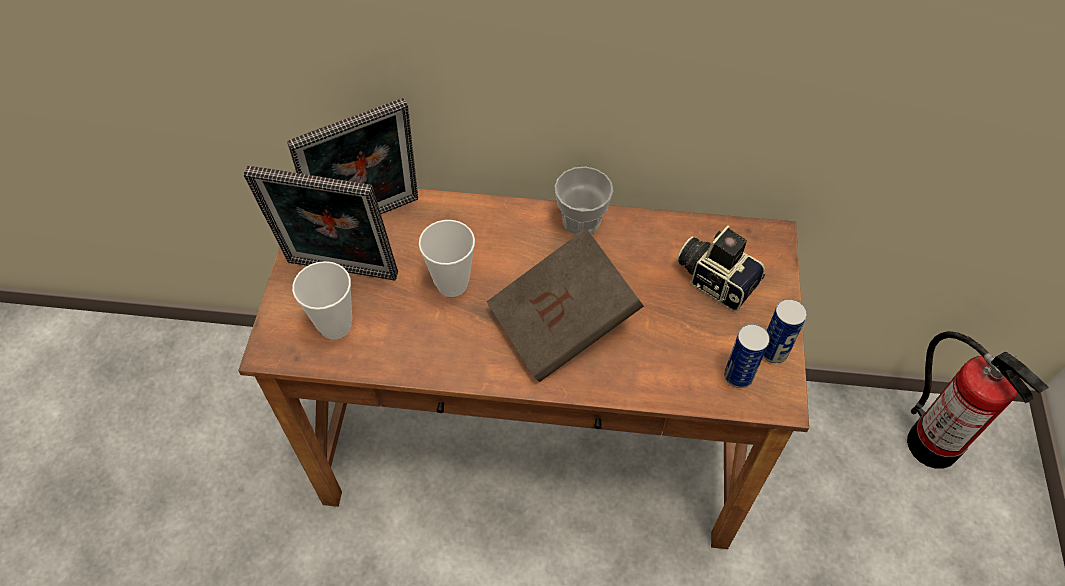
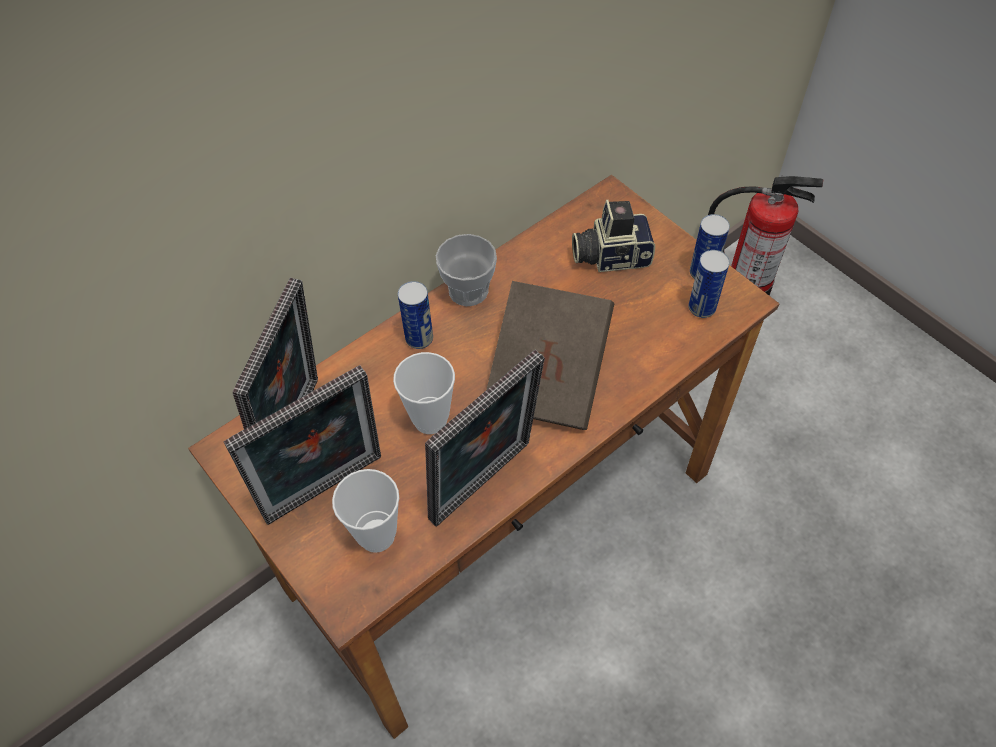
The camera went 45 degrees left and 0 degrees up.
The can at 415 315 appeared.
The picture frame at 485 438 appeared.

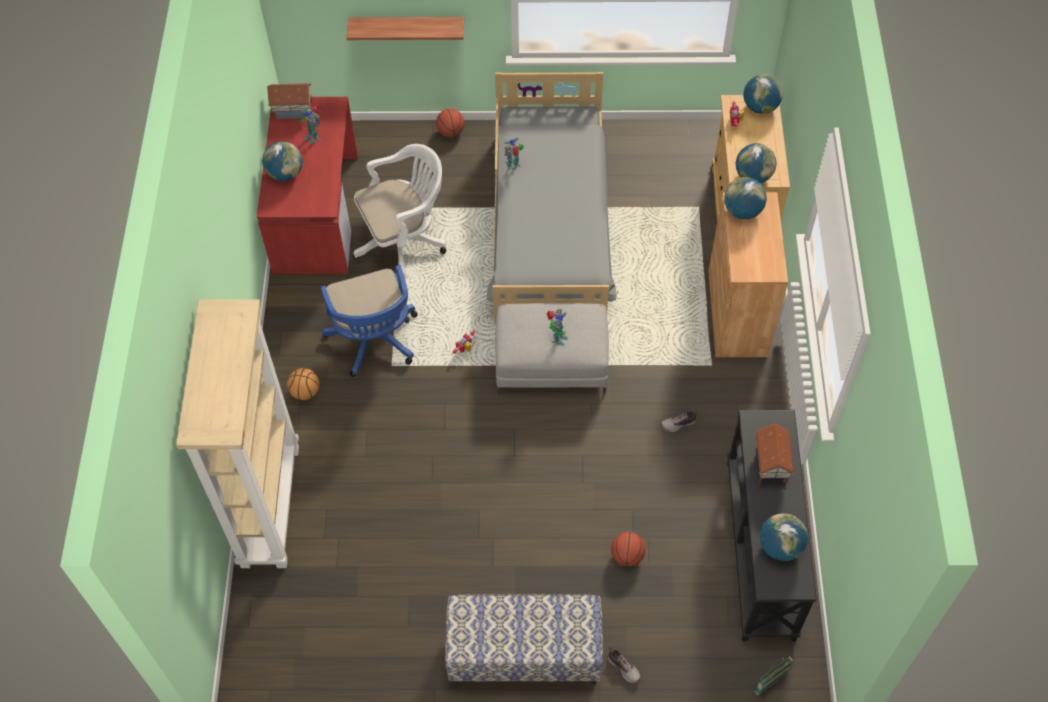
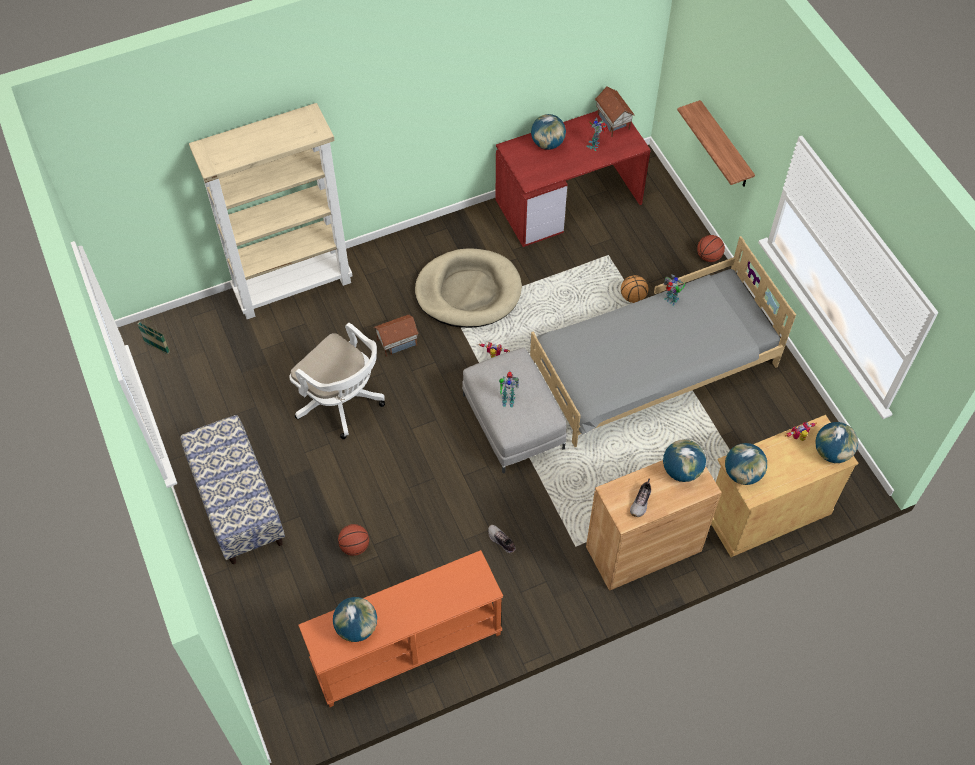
The camera went 65 degrees right and 0 degrees up.
The basketball moved from 303 384 to 634 289.
The white office chair moved from 399 211 to 337 381.
The shoe moved from 624 665 to 640 498.
The toy house moved from 774 454 to 396 336.
The basket moved from 774 676 to 153 336.
The blue office chair at 369 321 was replaced by the beige dog bed at 468 288.
The black console table at 772 525 became the orange console table at 400 628.

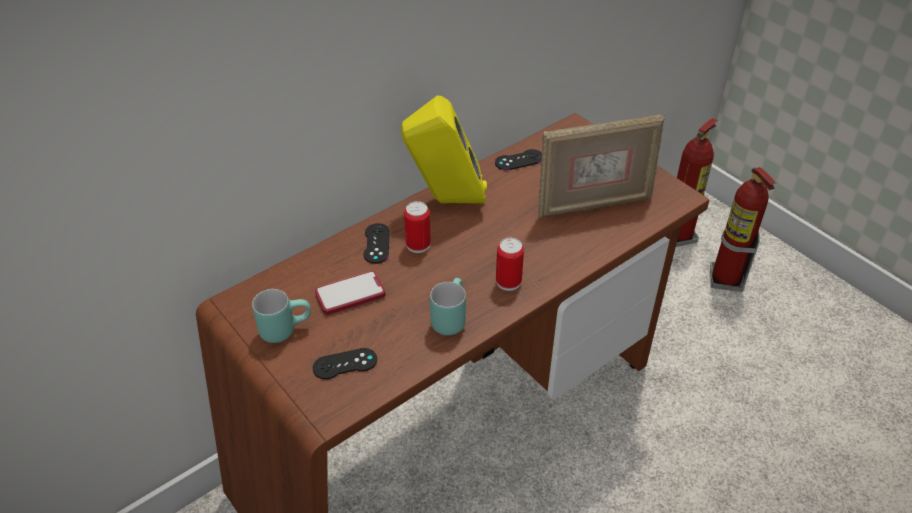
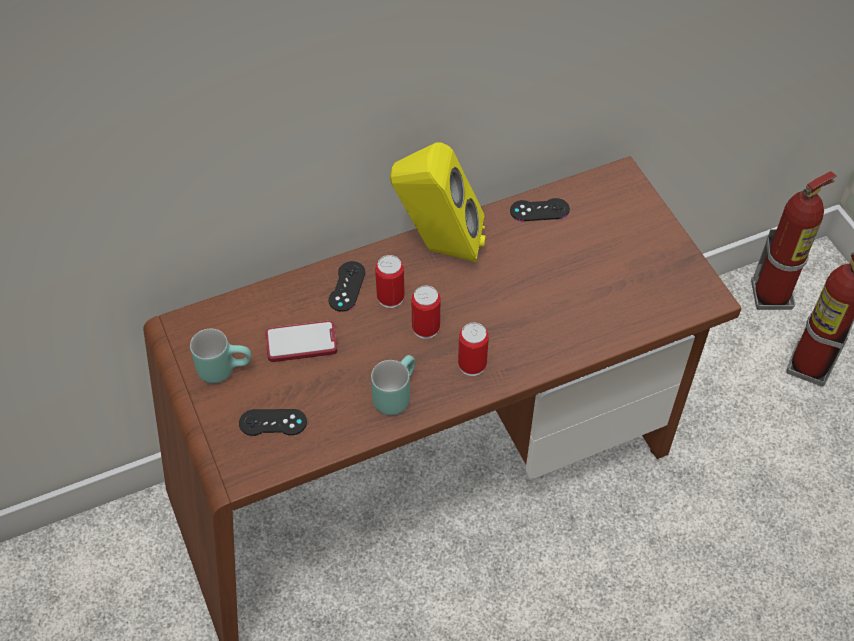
The camera went 15 degrees right and 10 degrees up.
The picture frame at 601 167 disappeared.
The can at 425 312 appeared.

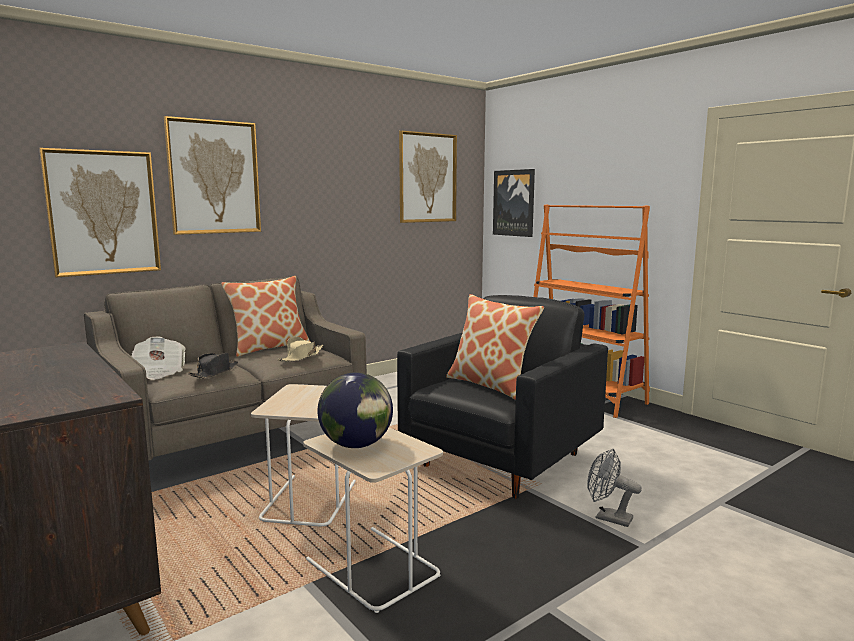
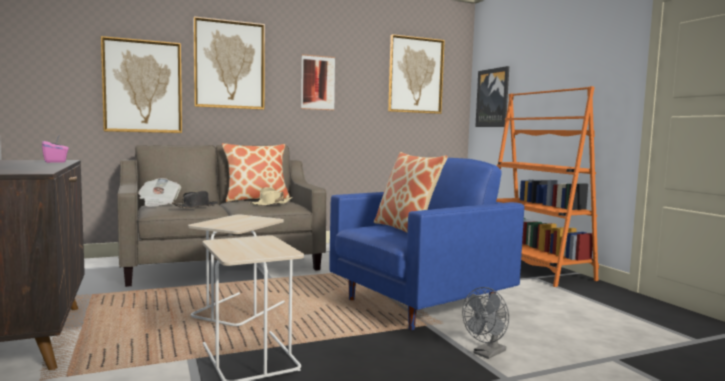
The camera went 15 degrees right and 5 degrees down.
The globe at 355 410 disappeared.
The pink tissue box at 55 149 appeared.
The picture at 318 82 appeared.
The black armchair at 502 397 became the blue armchair at 427 244.
The grey fan at 614 488 turned 90 degrees counterclockwise.

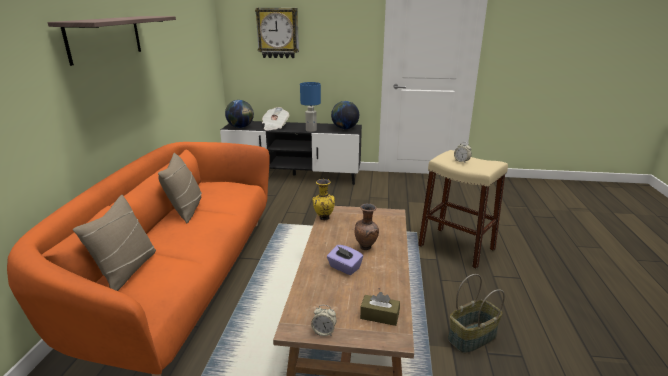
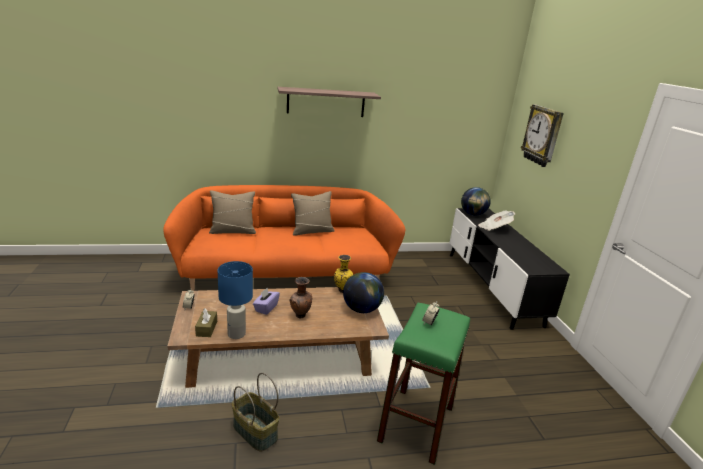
The camera went 70 degrees right and 0 degrees up.
The blue table lamp moved from 310 107 to 235 300.
The globe moved from 345 115 to 363 292.
The beige stool at 463 209 became the green stool at 423 383.

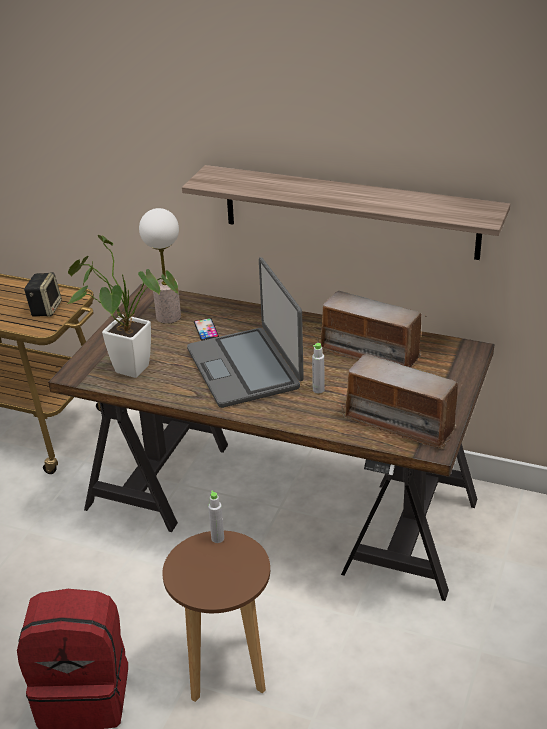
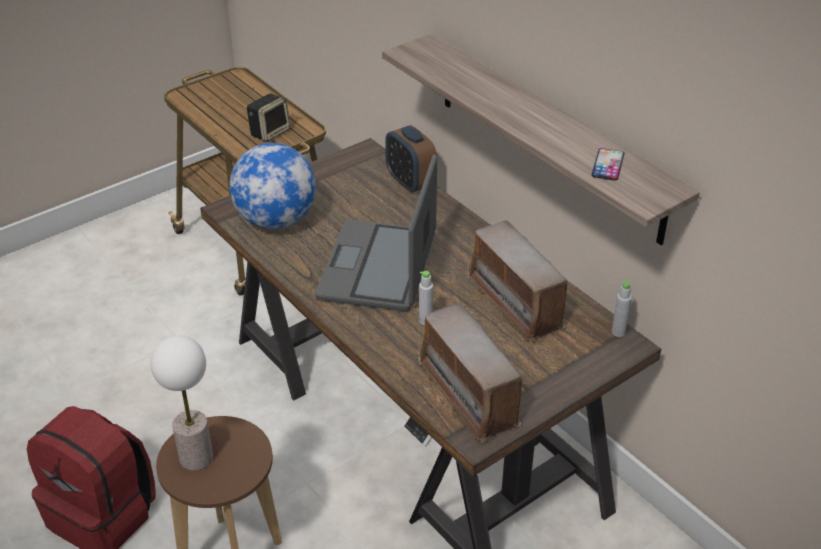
The camera went 30 degrees right and 5 degrees up.
The alarm clock at 411 159 appeared.
The table lamp moved from 160 266 to 181 403.
The phone moved from 206 329 to 608 164.
The grey bottle moved from 216 516 to 622 308.
The potted plant at 123 306 was replaced by the globe at 272 186.

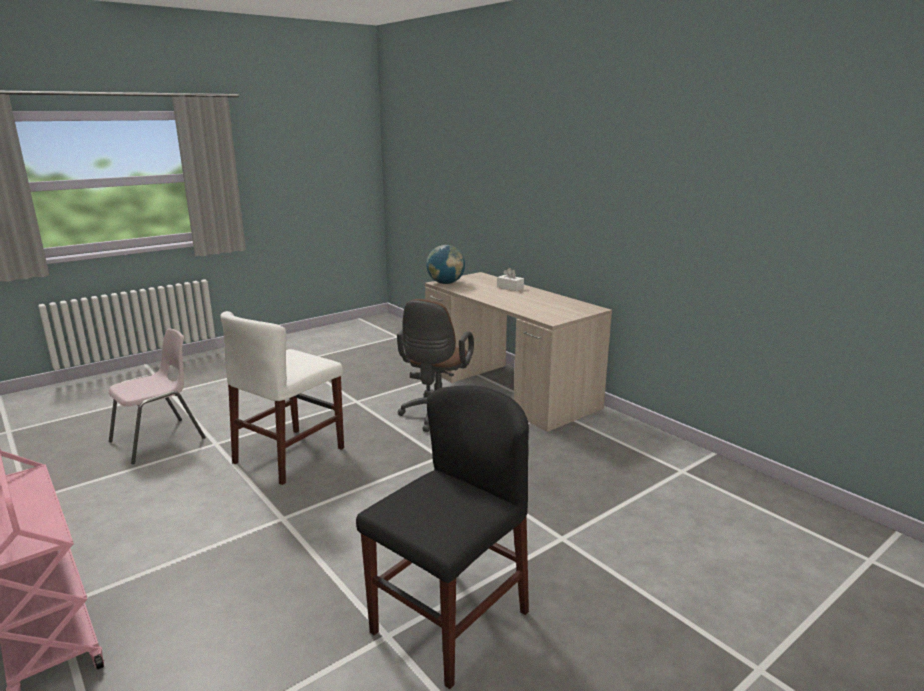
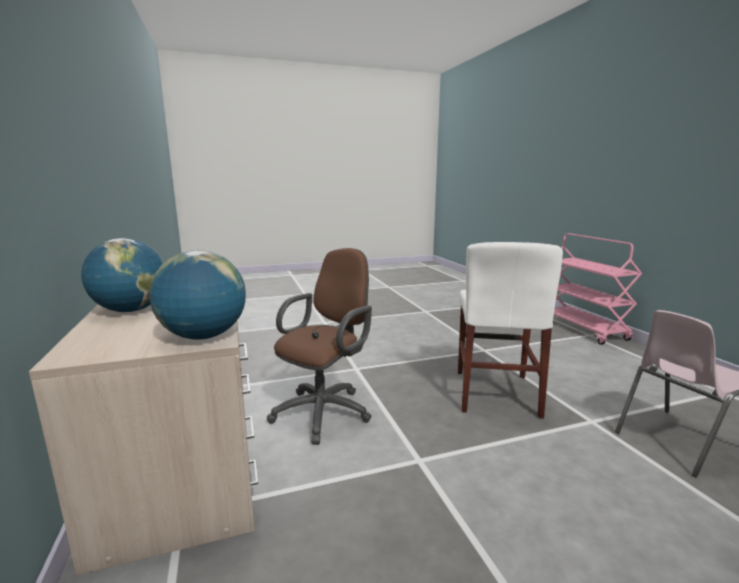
The camera went 160 degrees left and 5 degrees down.
The black chair at 442 537 disappeared.
The white tissue box at 510 279 was replaced by the globe at 122 275.
The white chair at 282 398 turned 135 degrees clockwise.

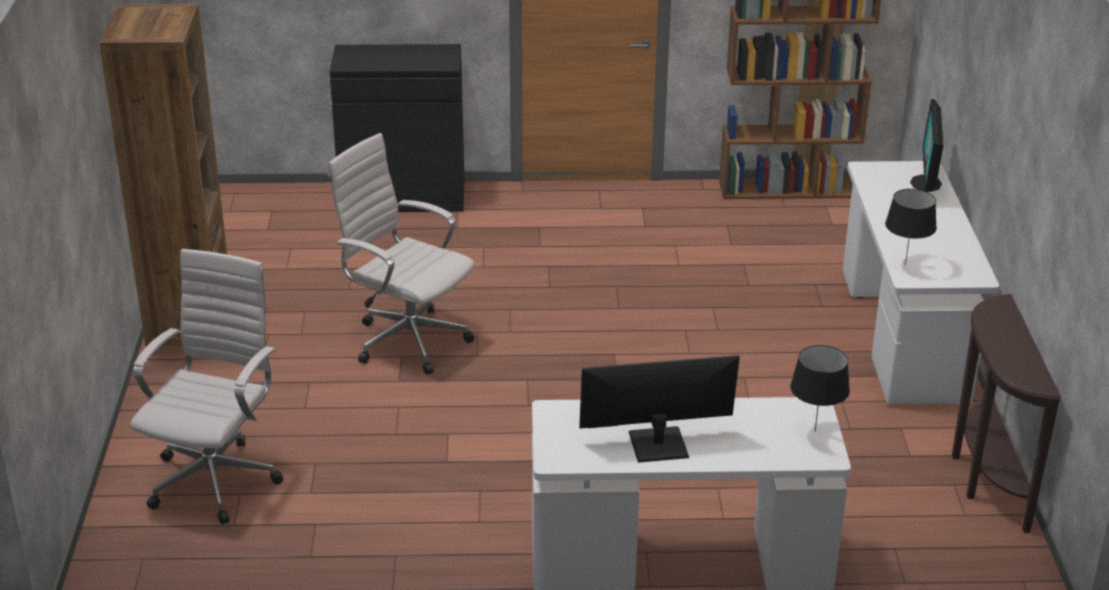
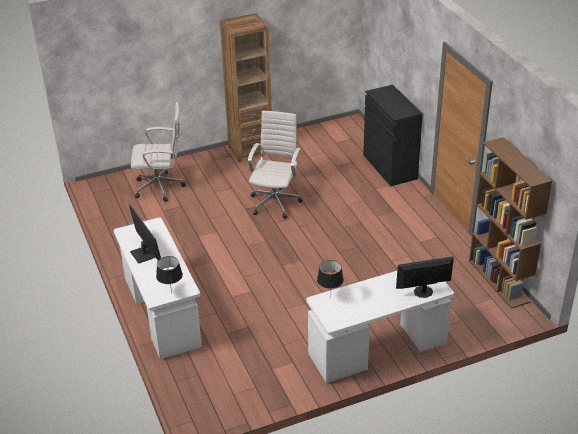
The camera went 70 degrees right and 5 degrees up.
The brown console table at 1006 413 disappeared.

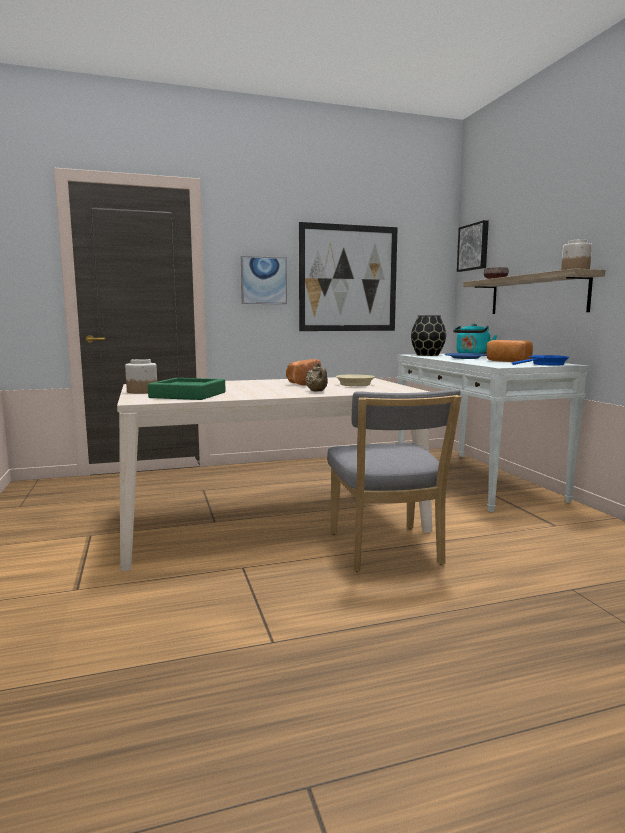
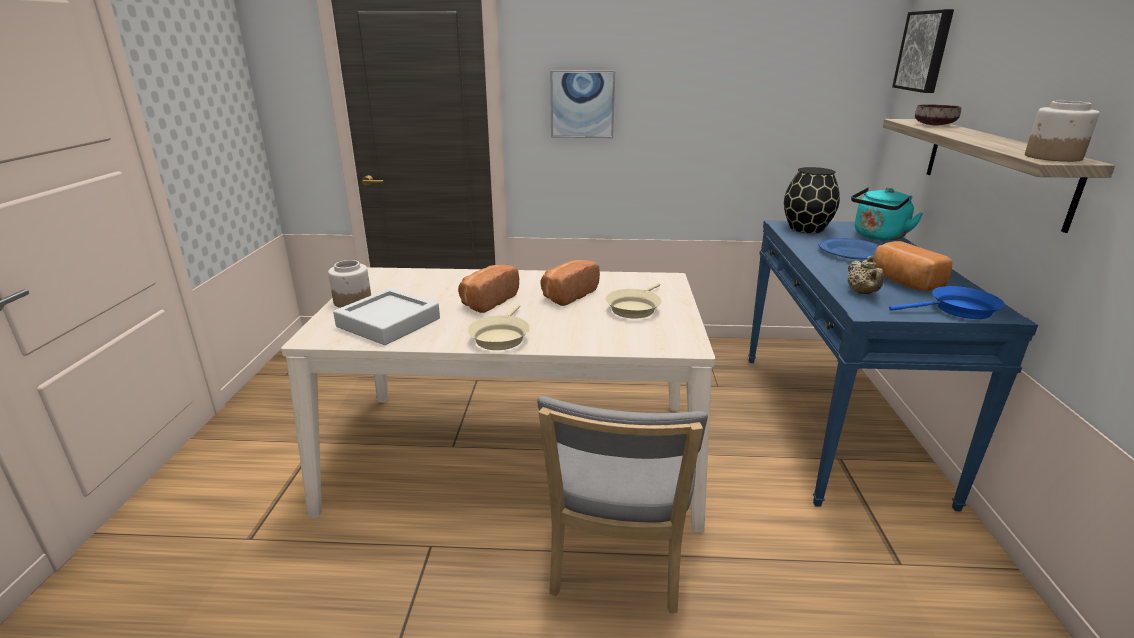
The camera went 20 degrees right and 15 degrees up.
The picture at 348 276 disappeared.
The bread at 488 289 appeared.
The beige frying pan at 499 327 appeared.
The beige teapot moved from 317 377 to 865 275.
The green tray at 187 389 became the grey tray at 386 316.
The white console table at 492 433 became the blue console table at 893 365.

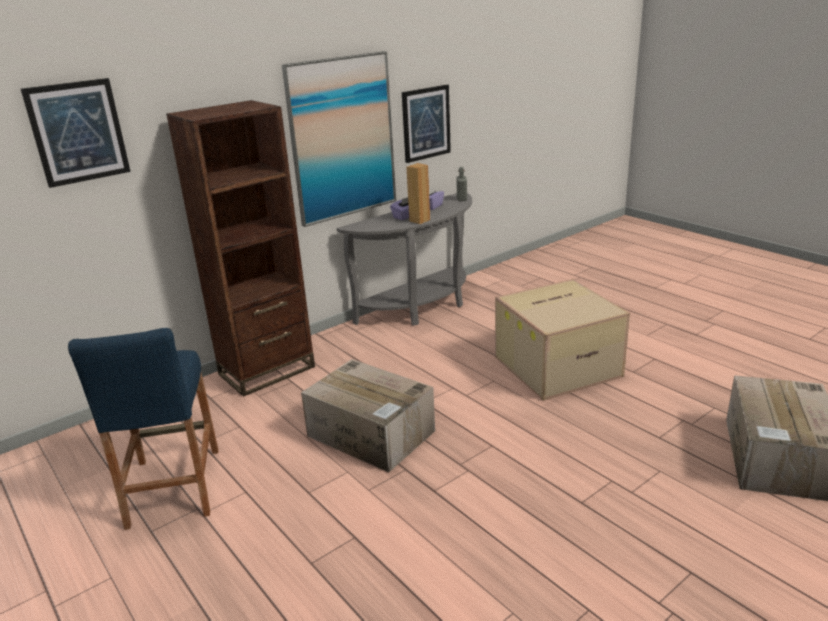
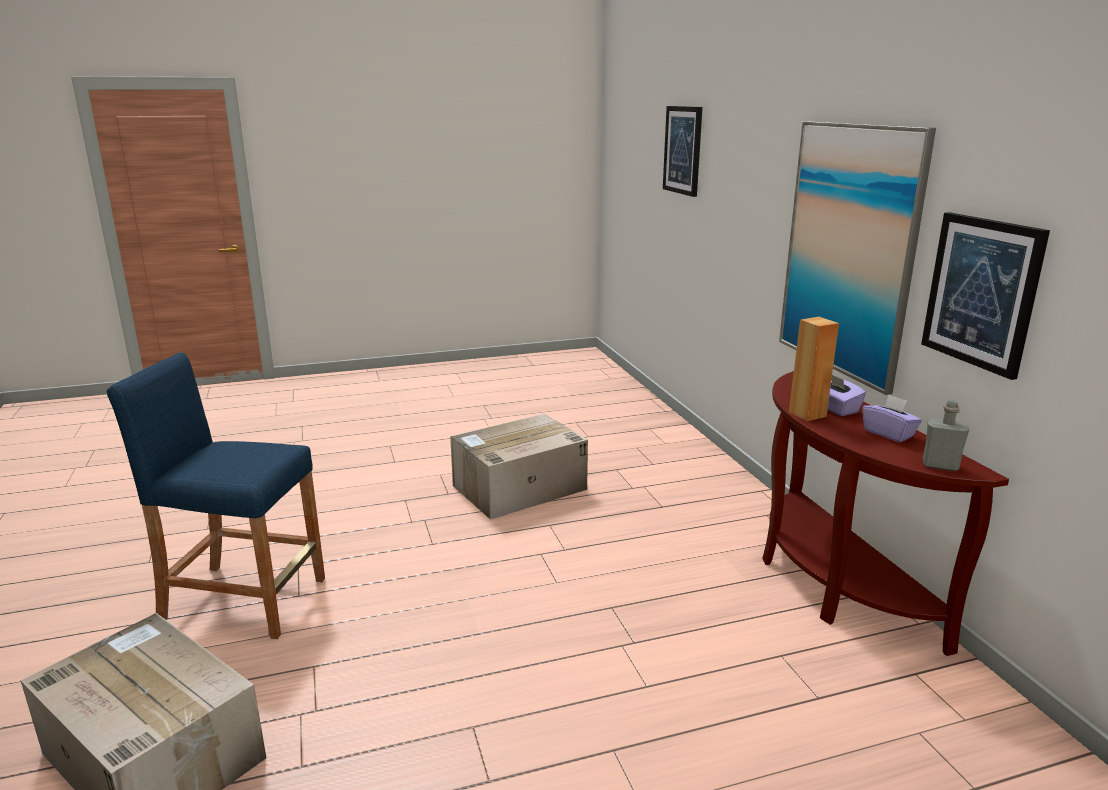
The camera went 110 degrees right and 5 degrees down.
The brown bookcase at 240 248 disappeared.
The cardboard box at 562 340 disappeared.
The blue stool moved from 143 429 to 216 495.
The grey console table at 404 259 became the brown console table at 885 513.

